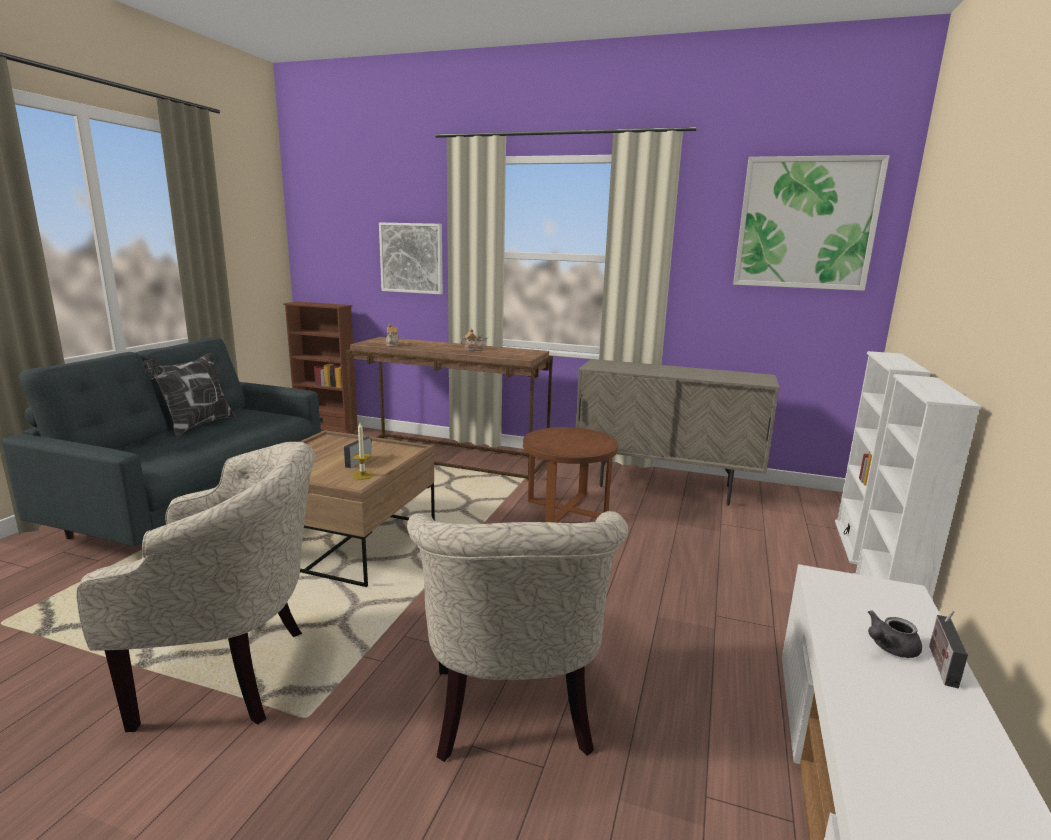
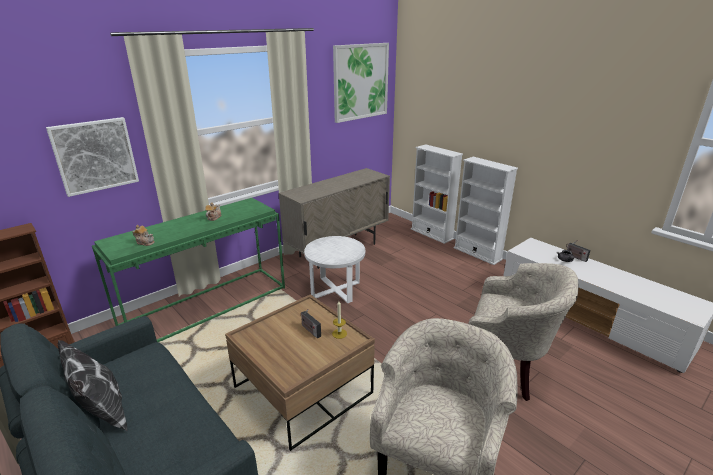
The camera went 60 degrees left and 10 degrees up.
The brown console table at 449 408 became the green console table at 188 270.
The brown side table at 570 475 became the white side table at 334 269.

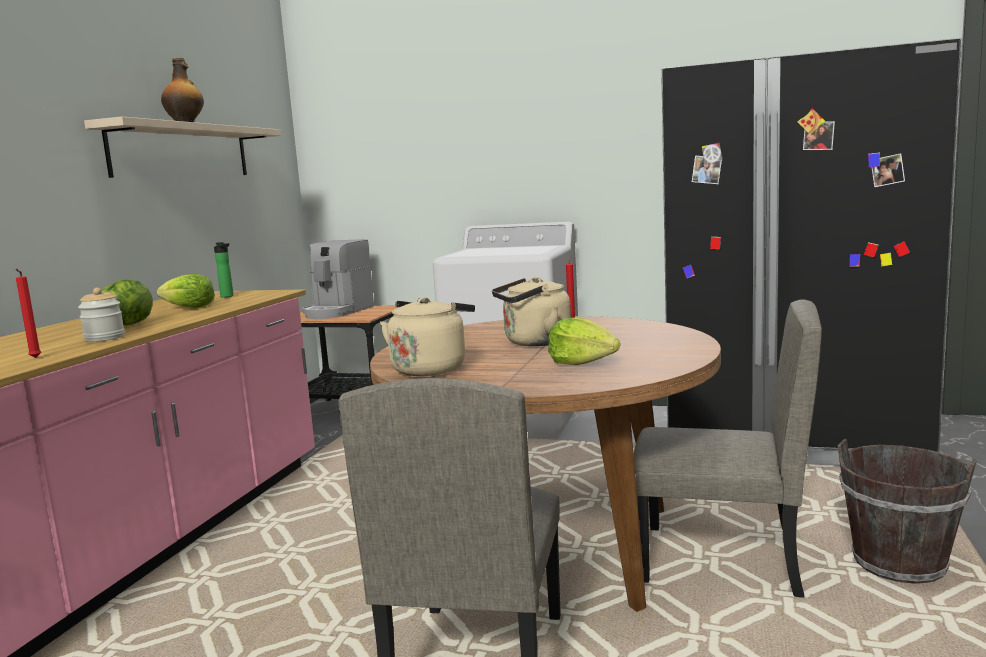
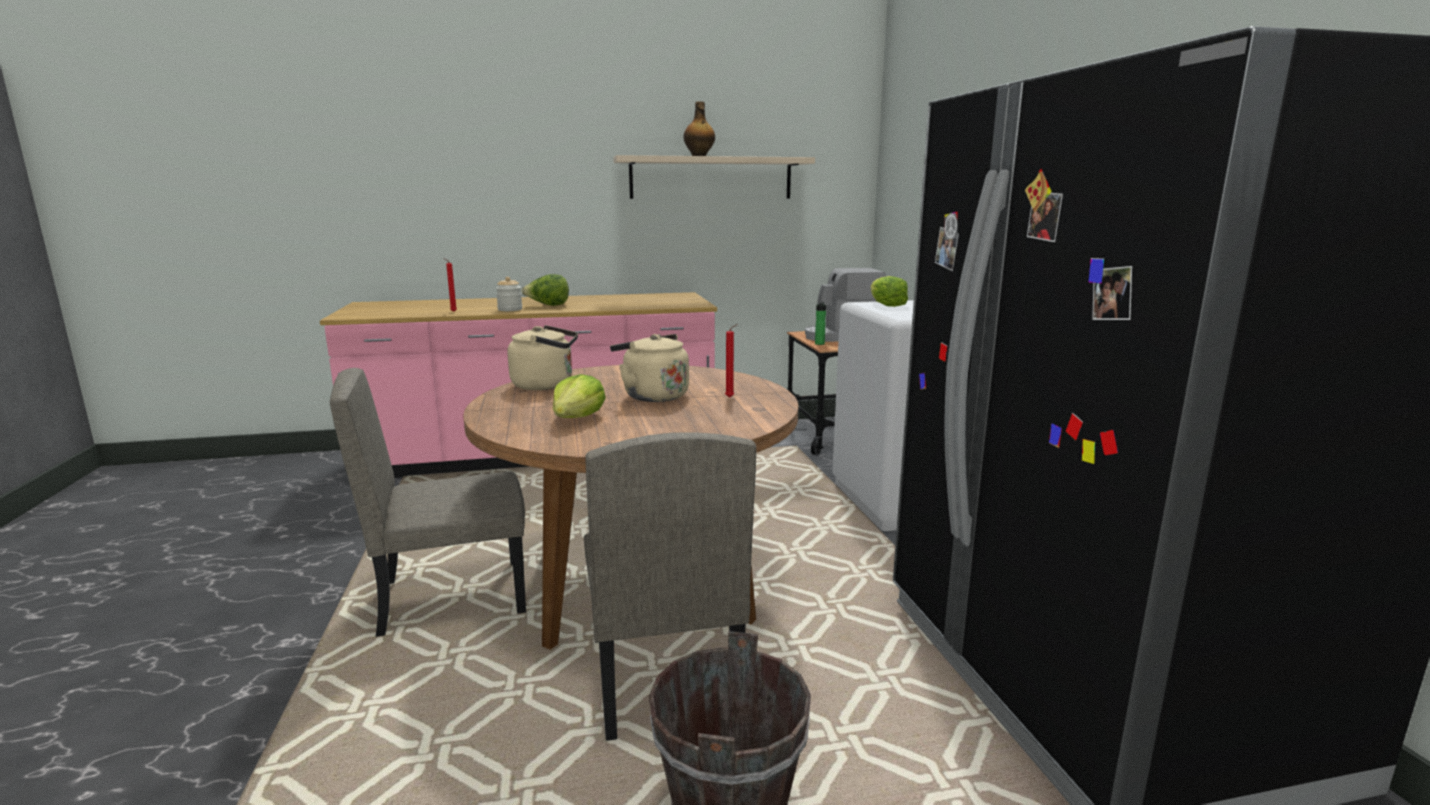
The camera went 60 degrees right and 5 degrees up.
The lettuce moved from 186 291 to 889 291.
The bottle moved from 224 270 to 820 323.

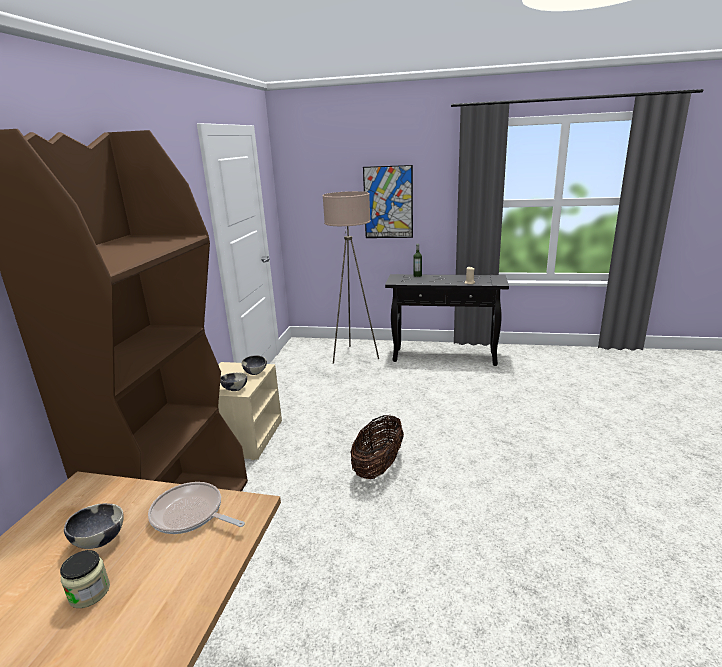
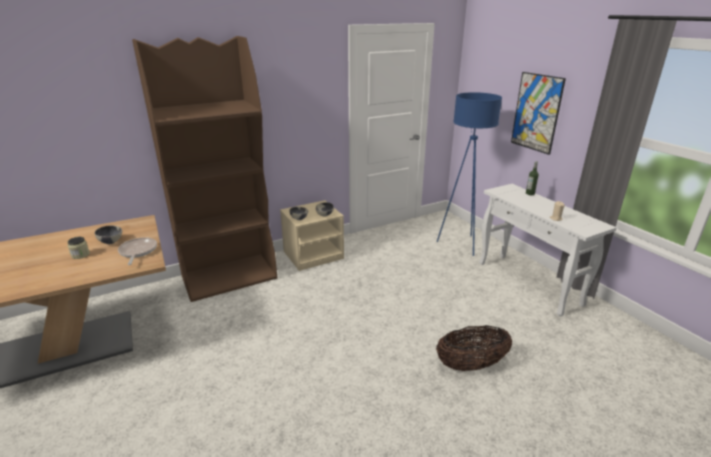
The camera went 50 degrees right and 5 degrees up.
The basket moved from 377 446 to 474 348.
The beige floor lamp at 350 277 became the blue floor lamp at 469 174.
The black console table at 447 320 became the white console table at 548 250.

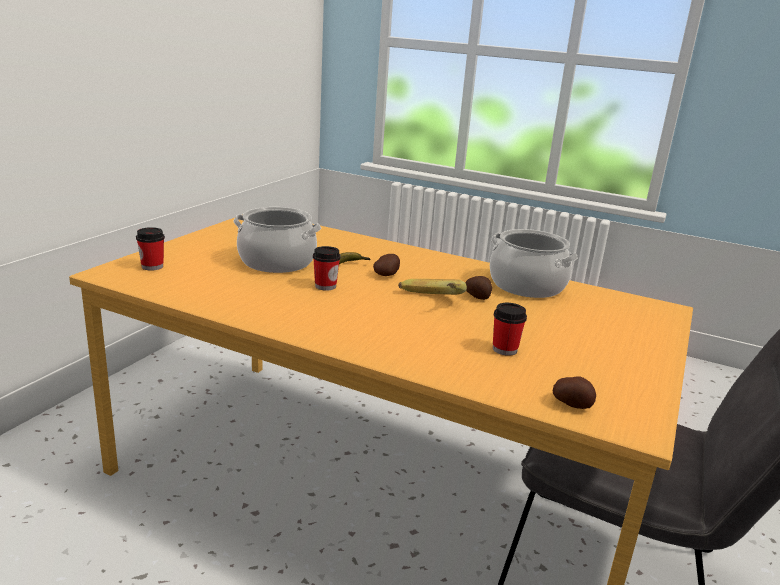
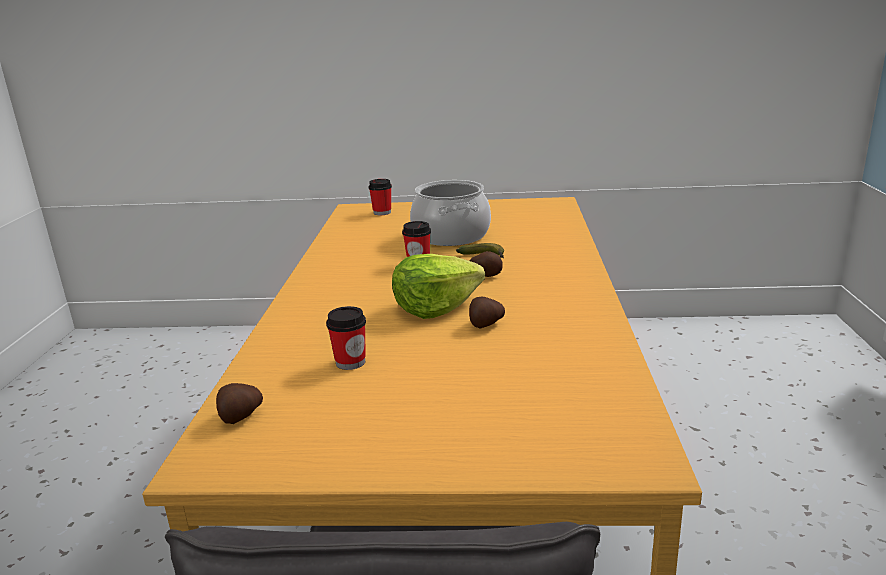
The camera went 70 degrees right and 0 degrees up.
The cooking pot at 534 263 disappeared.
The banana at 432 287 was replaced by the lettuce at 438 286.

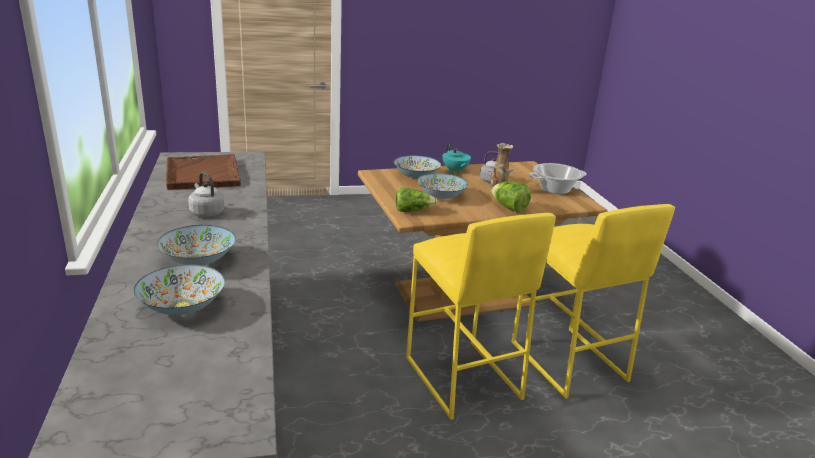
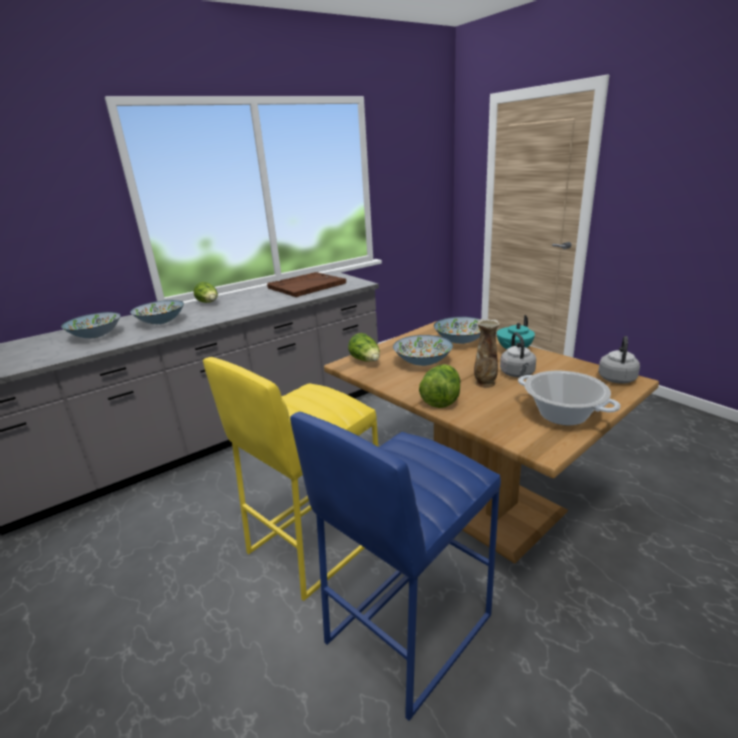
The camera went 70 degrees right and 0 degrees up.
The lettuce at 205 292 appeared.
The grey kettle moved from 206 194 to 619 360.
The yellow stool at 593 301 became the blue stool at 395 566.

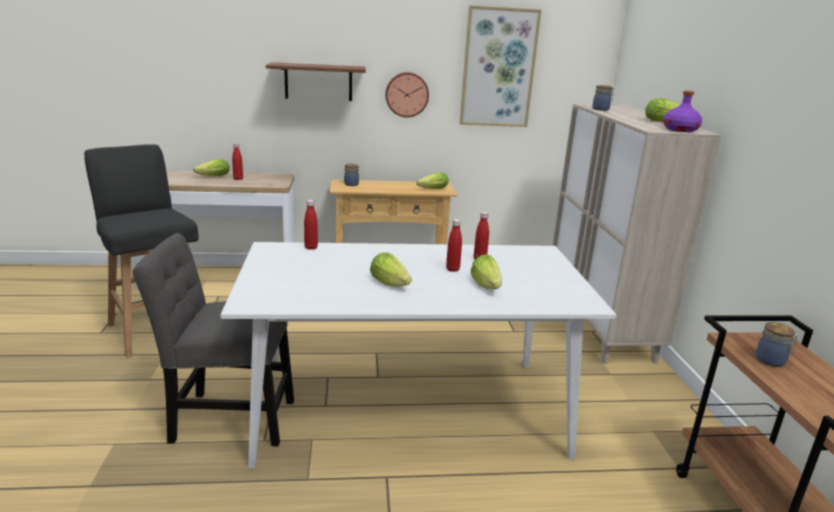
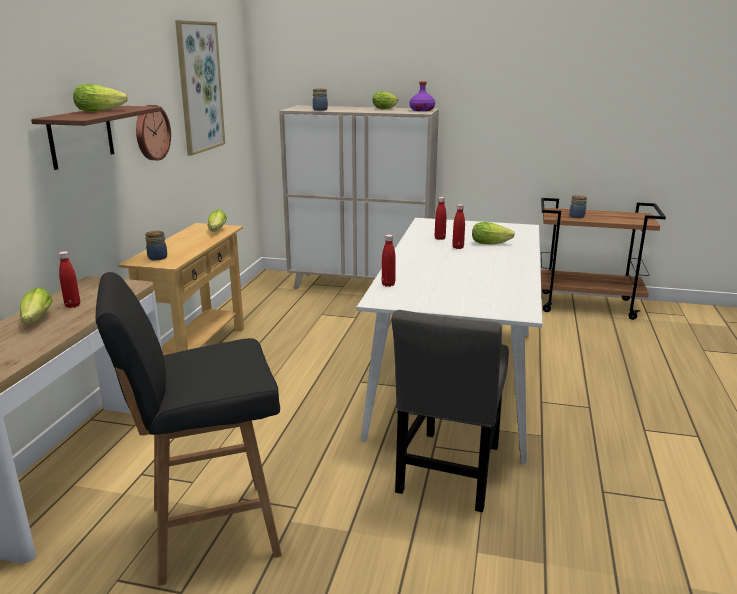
The camera went 70 degrees left and 0 degrees up.
The lettuce moved from 391 270 to 100 98.

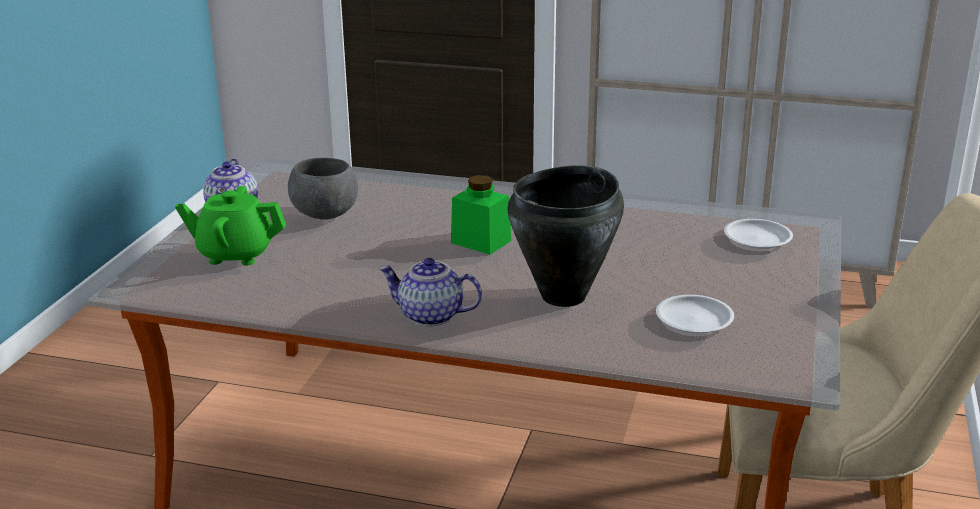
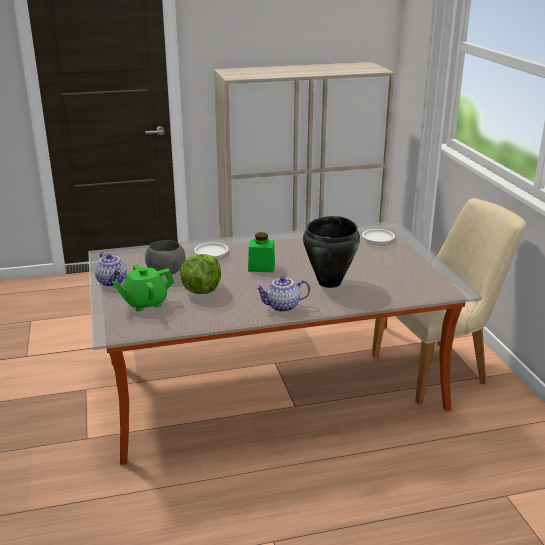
The camera went 30 degrees left and 0 degrees up.
The lettuce at 200 274 appeared.
The white plate moved from 695 314 to 211 249.

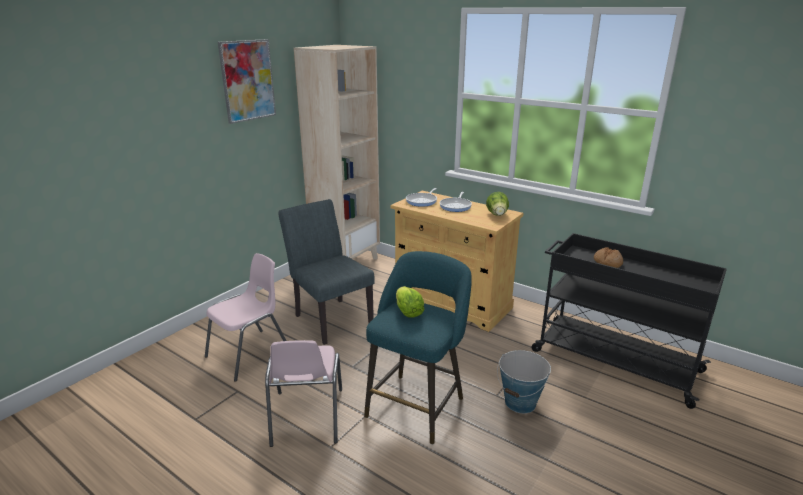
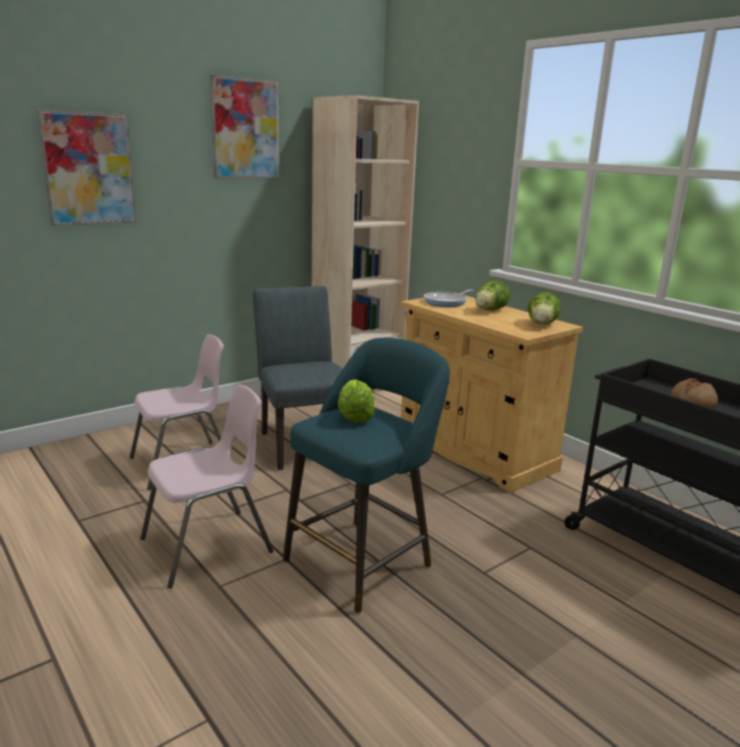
The camera went 15 degrees right and 5 degrees down.
The bucket at 524 381 disappeared.
The picture at 86 167 appeared.
The frying pan at 455 202 was replaced by the lettuce at 493 295.
The pink chair at 303 393 turned 135 degrees counterclockwise.

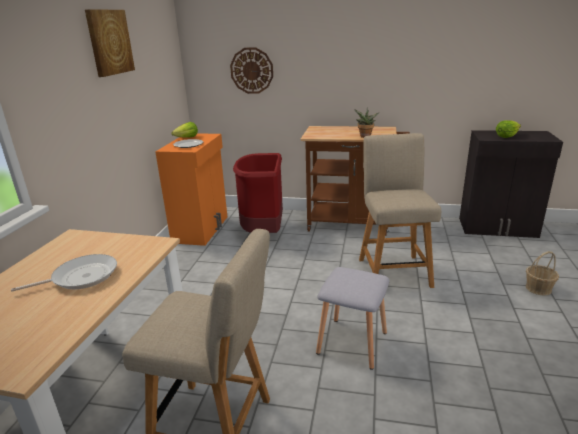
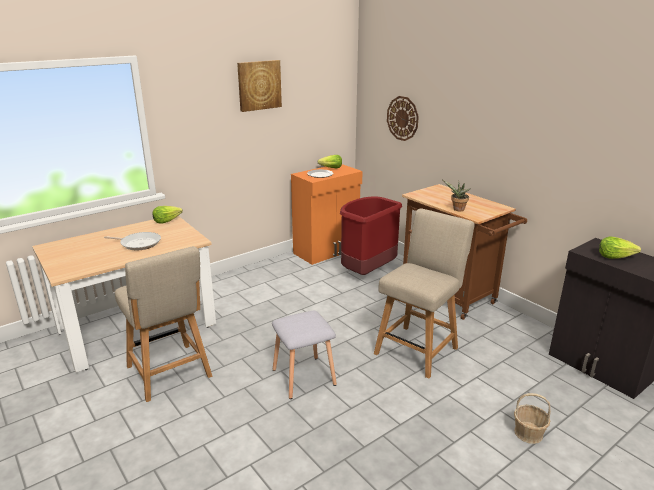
The camera went 40 degrees right and 0 degrees up.
The lettuce at 168 215 appeared.

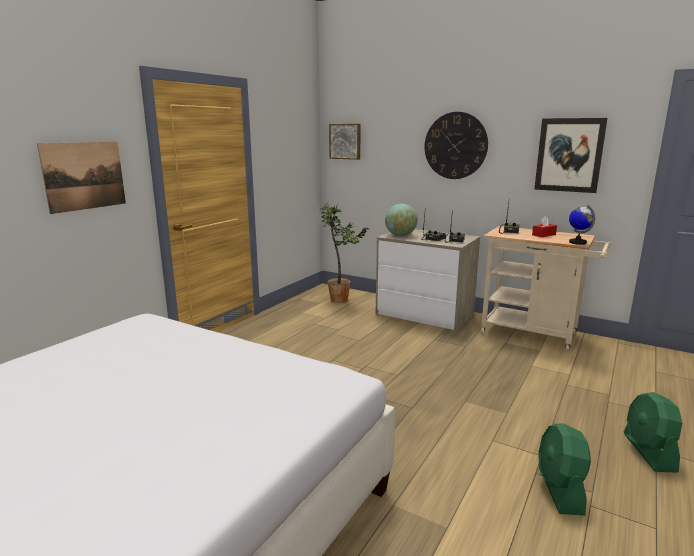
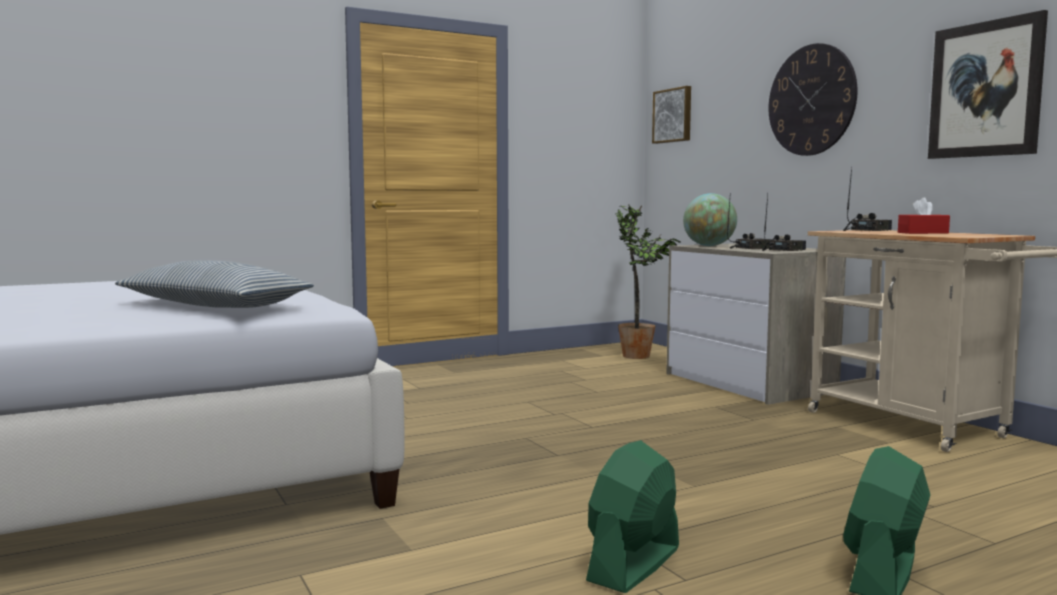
The camera went 30 degrees right and 10 degrees down.
The picture at 81 178 disappeared.
The globe at 582 225 disappeared.
The pillow at 214 284 appeared.

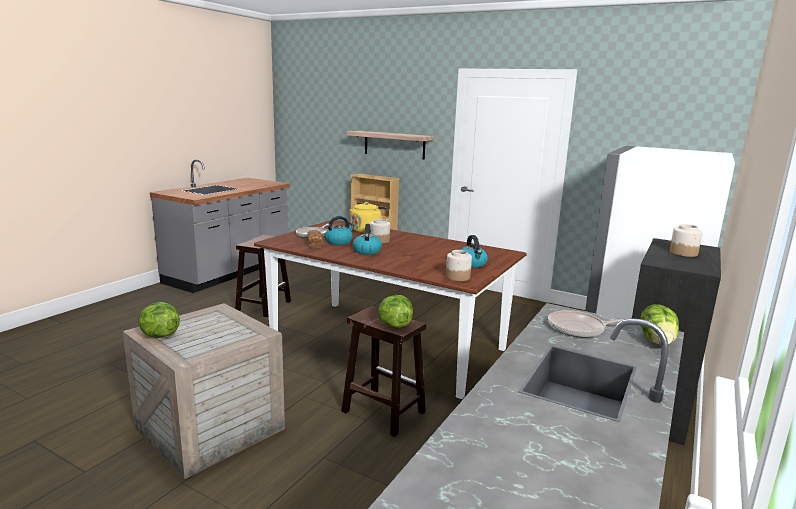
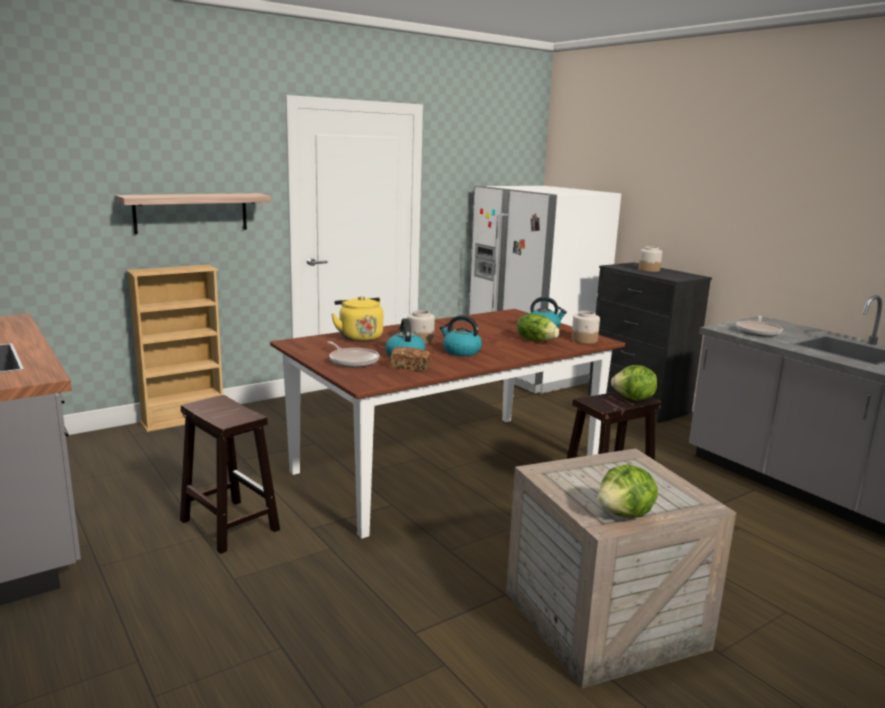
The camera went 65 degrees left and 0 degrees up.
The lettuce moved from 659 324 to 538 327.

